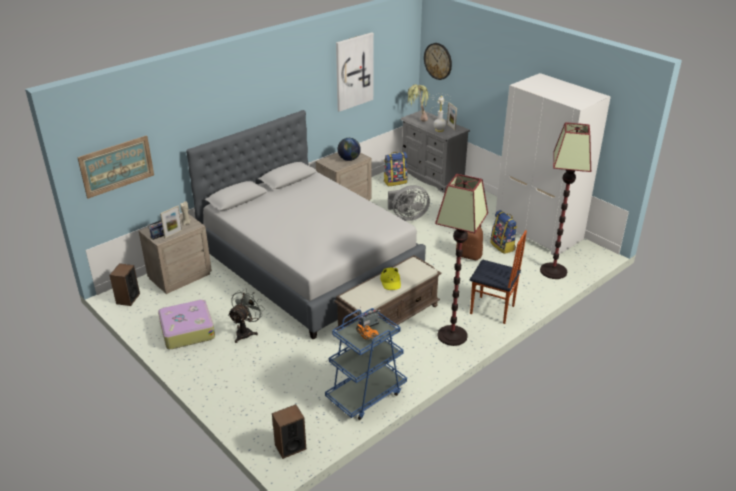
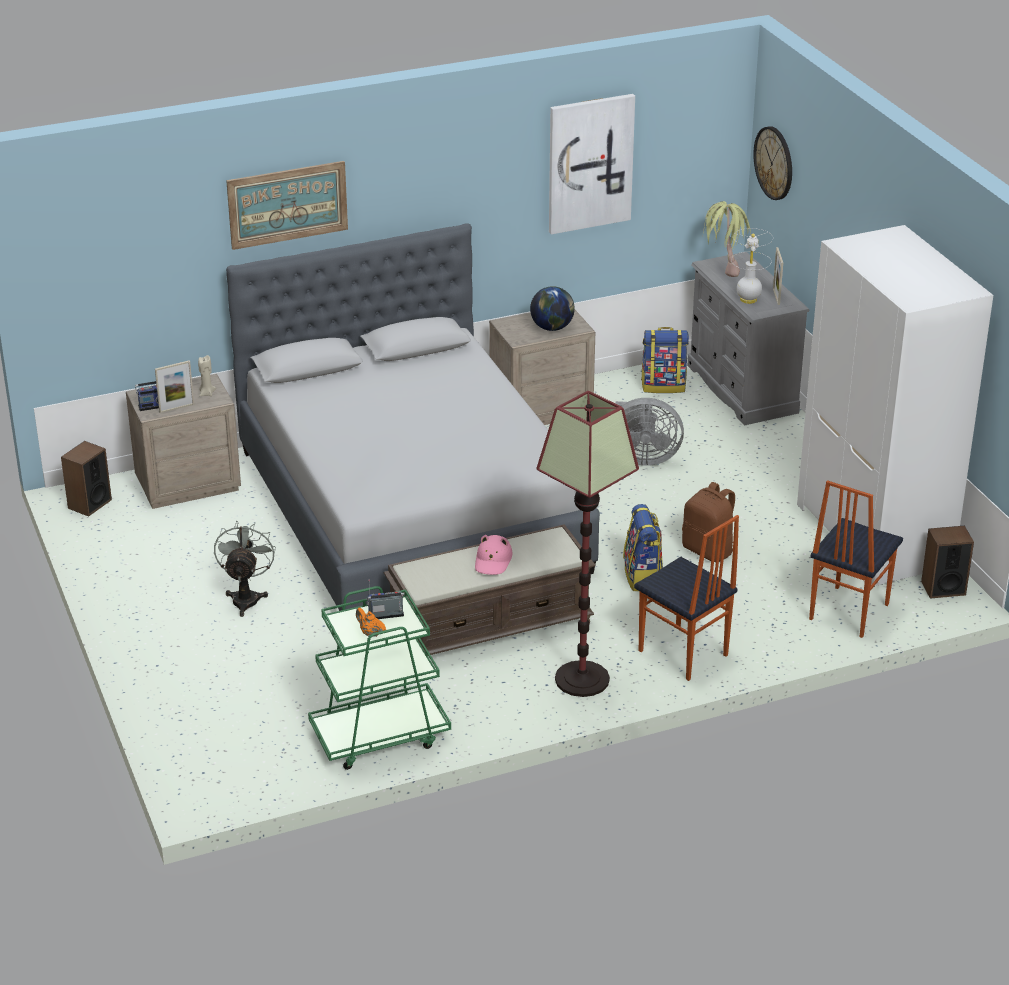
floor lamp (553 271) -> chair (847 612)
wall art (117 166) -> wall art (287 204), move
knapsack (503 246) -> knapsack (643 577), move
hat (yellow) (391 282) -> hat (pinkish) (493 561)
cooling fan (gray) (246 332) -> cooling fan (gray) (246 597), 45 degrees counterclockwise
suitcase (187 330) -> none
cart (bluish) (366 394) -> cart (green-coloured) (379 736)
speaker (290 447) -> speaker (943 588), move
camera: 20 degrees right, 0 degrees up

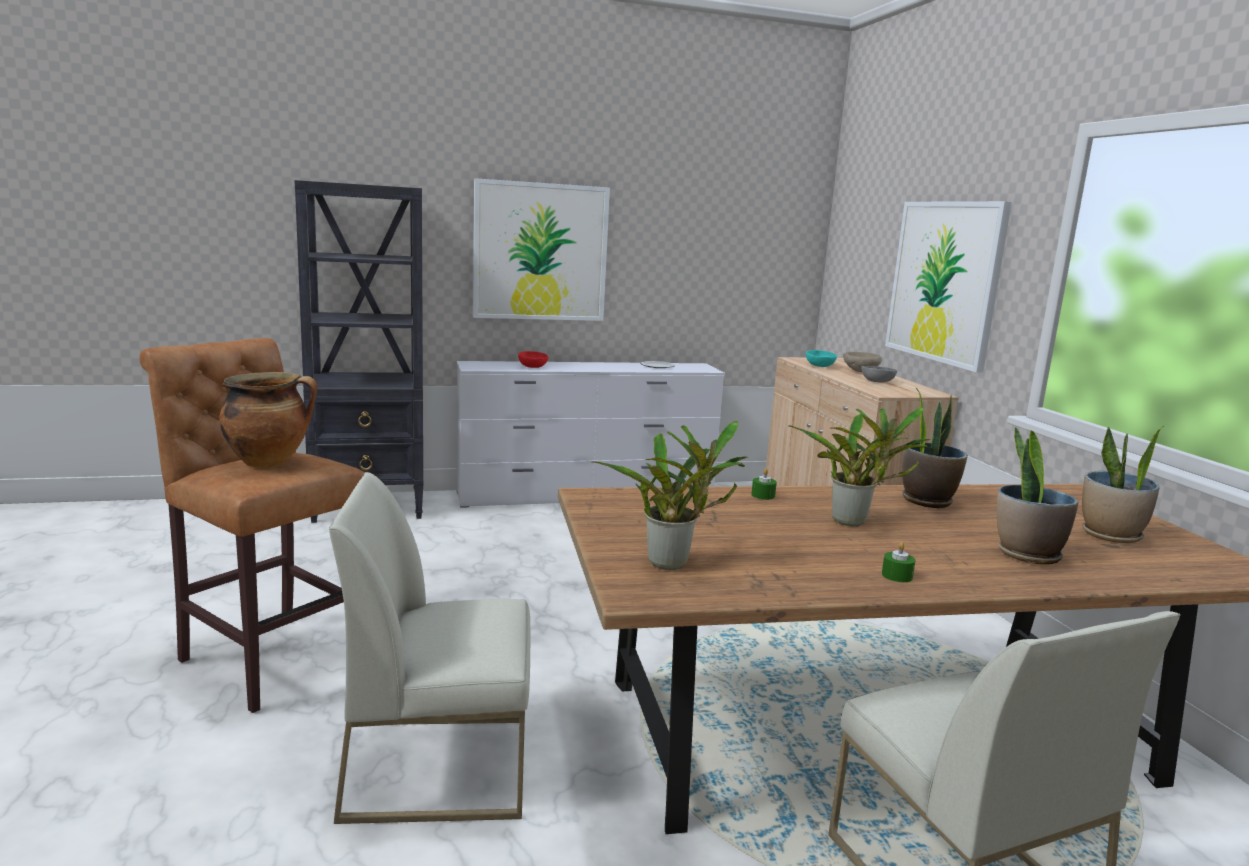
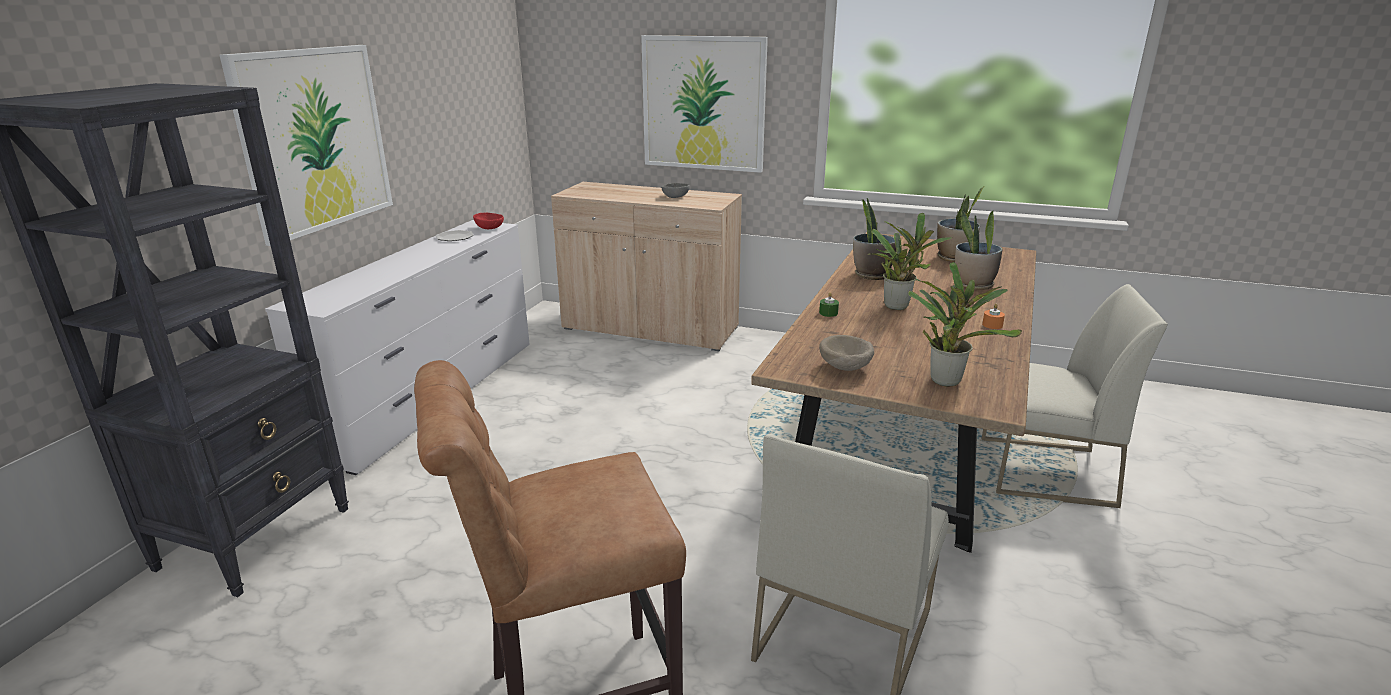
bowl (blue-green) (820 366) -> none
bowl (red-coloured) (533 367) -> bowl (red-coloured) (490 228), move
bowl (sand-coloured) (860 372) -> bowl (sand-coloured) (844 368), move
saucepot (270 462) -> none
wax light (green-coloured) (897 576) -> wax light (orange) (992 325)
camera: 55 degrees left, 10 degrees up

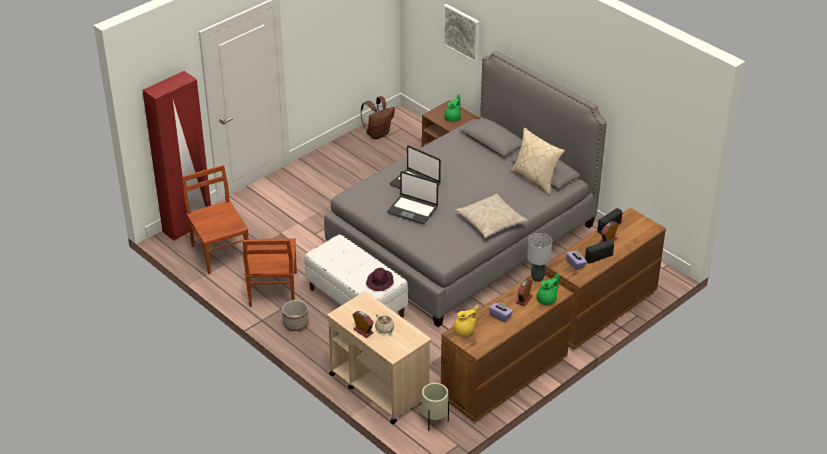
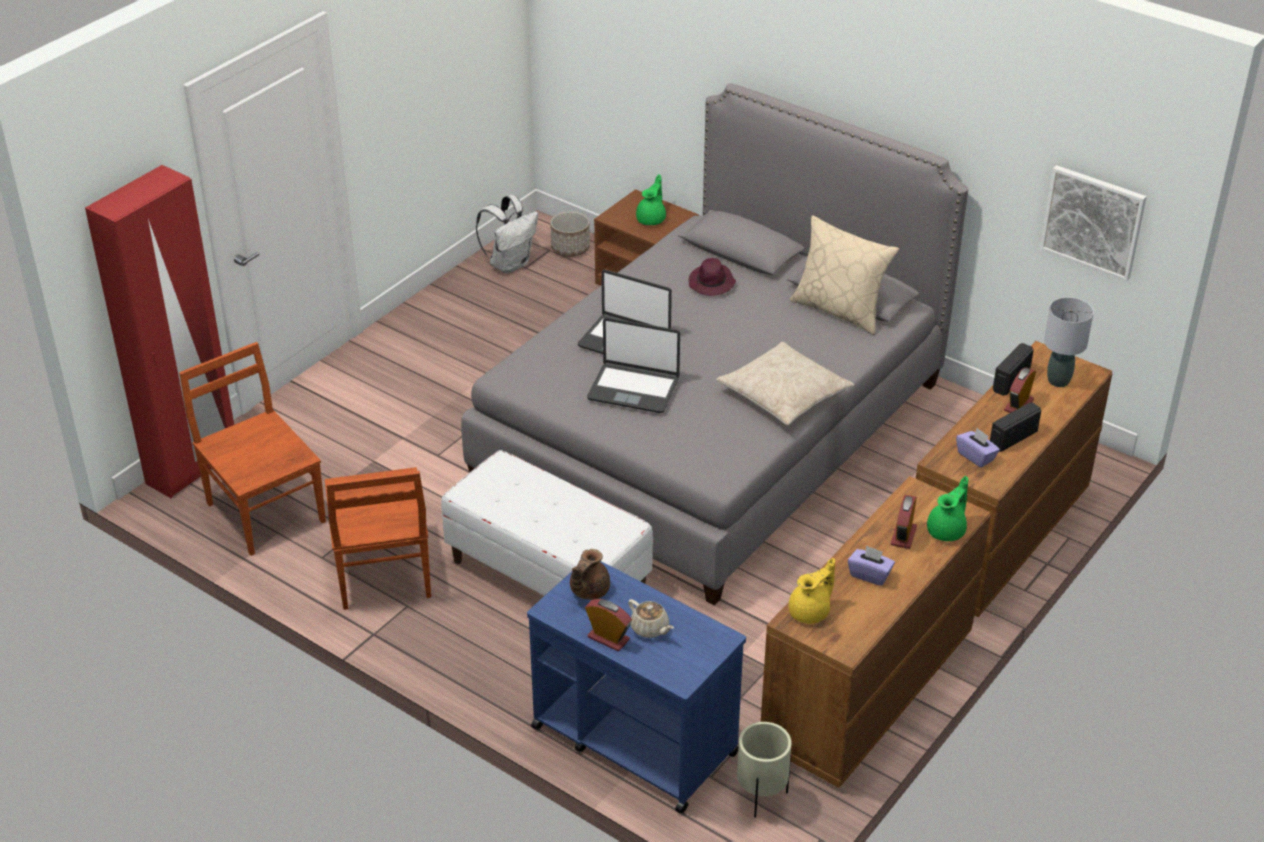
wall art (462 32) -> wall art (1093 221), move
knapsack (brown-coloured) (378 134) -> knapsack (whitish) (510 264)
tabletop lamp (gray) (537 278) -> tabletop lamp (gray) (1058 381), move
hat (purple-coloured) (380 282) -> hat (purple-coloured) (712 283), move
cart (sand-coloured) (378 386) -> cart (bluish) (633 739)
flower pot (295 324) -> flower pot (570 248), move
none -> pot for tea (brown-coloured) (588 591)
camera: 10 degrees left, 0 degrees up

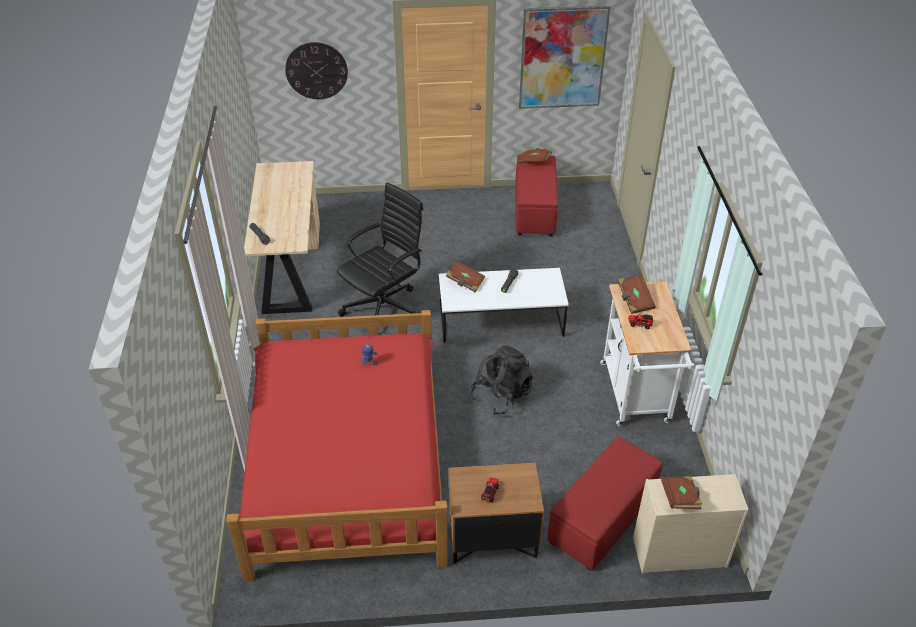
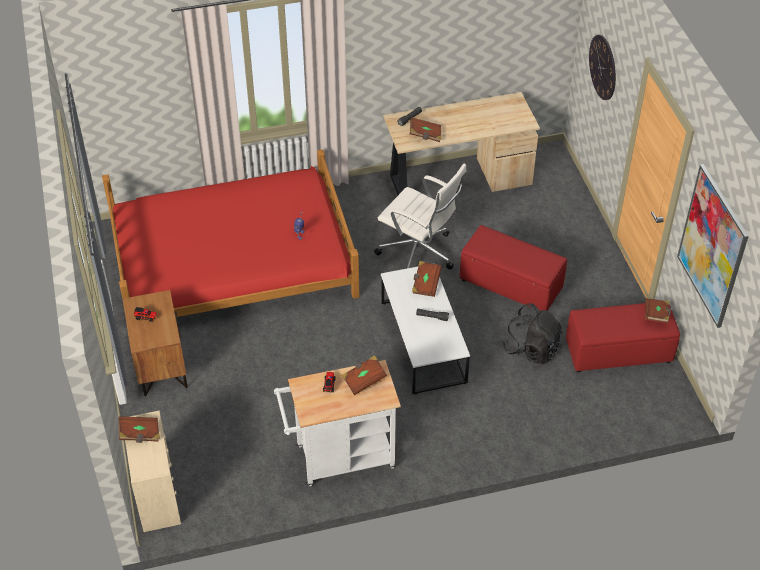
computer chair (black) (384 308) -> computer chair (whitish) (419 254)
knapsack (black) (501 395) -> knapsack (black) (532 349), move
pouffe (red-coloured) (601 519) -> pouffe (red-coloured) (510 284), move
none -> volume (brown-coloured) (425 135)
camera: 80 degrees right, 5 degrees up

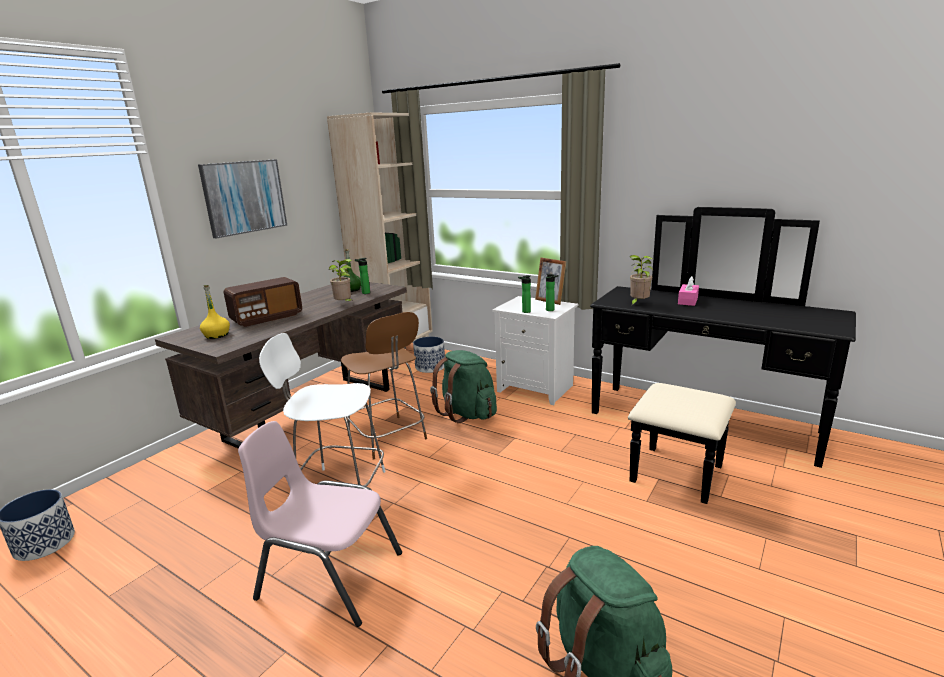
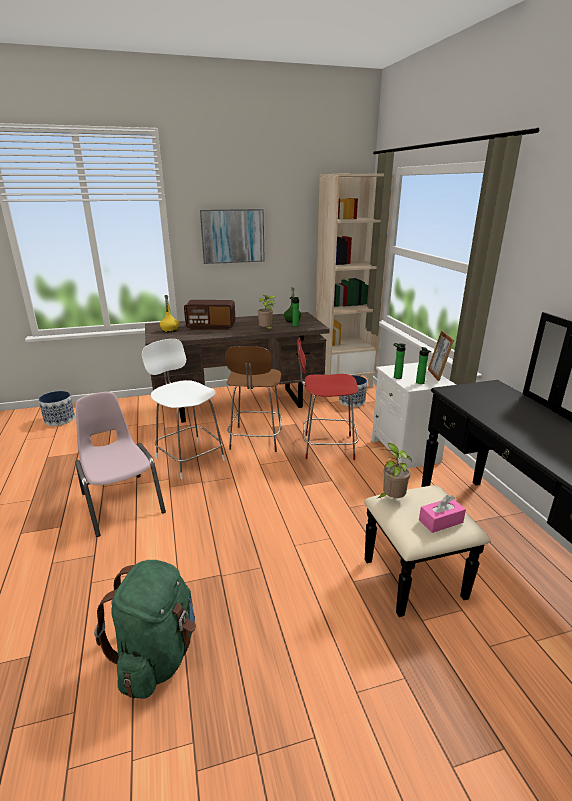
potted plant (638 304) -> potted plant (391 499), move
tissue box (pinkish) (687 301) -> tissue box (pinkish) (440 521), move
knapsack (green-coloured) (467 413) -> chair (red-coloured) (326 447)
camera: 40 degrees right, 5 degrees up

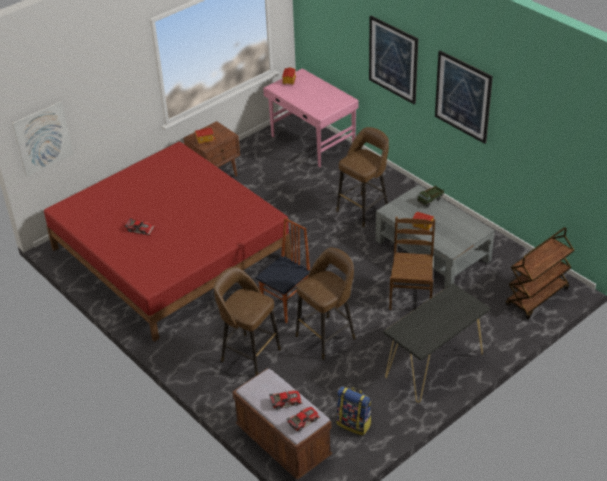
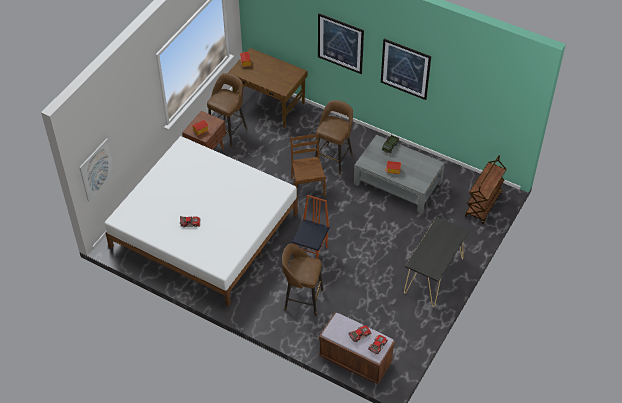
desk table (pinkish) (312 142) -> desk table (brown-coloured) (269 105)
sleeping bed (red-coloured) (171 253) -> sleeping bed (whitish) (205 230)
chair (brown-coloured) (411 295) -> chair (brown-coloured) (307 186), move
stool seat (brown-coloured) (327 336) -> stool seat (brown-coloured) (228 131), move
knapsack (354 423) -> none
camera: 20 degrees left, 10 degrees up

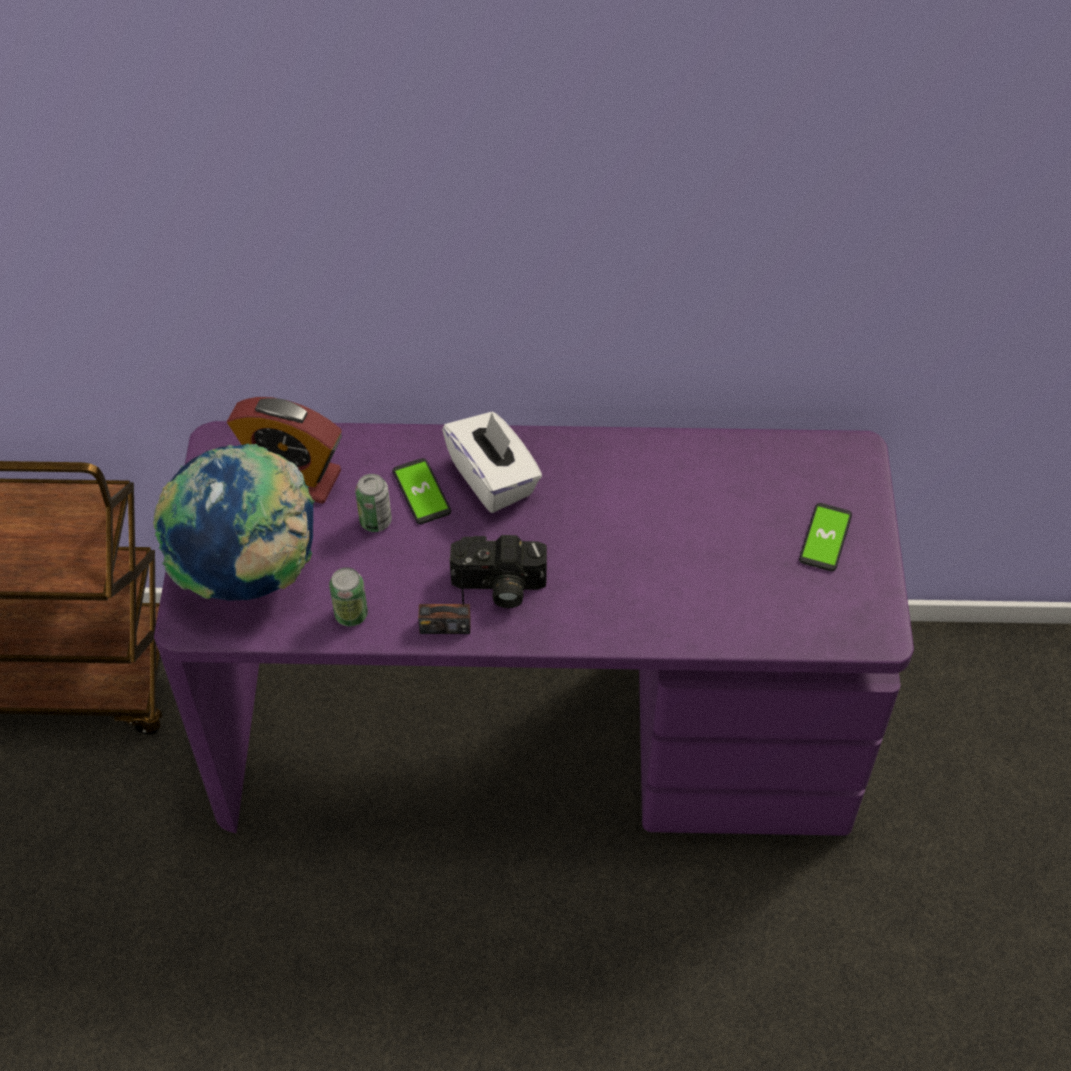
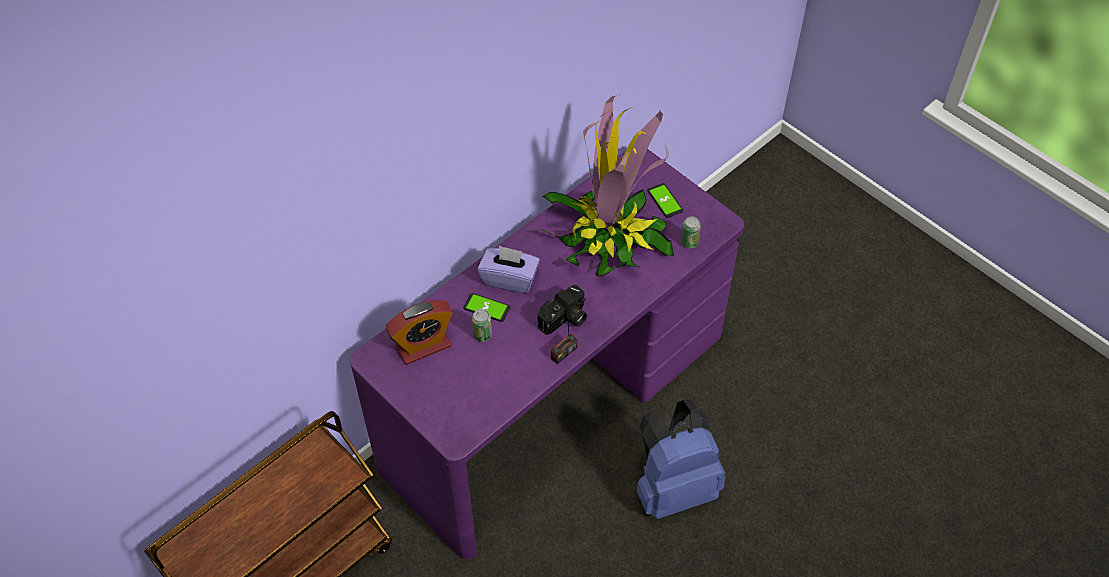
tissue box (whitish) (493 478) -> tissue box (purple-coloured) (509 279)
world globe (249 572) -> none
sealed can (351 614) -> sealed can (689 242), move
none -> potted plant (608 237)
none -> knapsack (bluish) (673 488)
camera: 45 degrees left, 0 degrees up

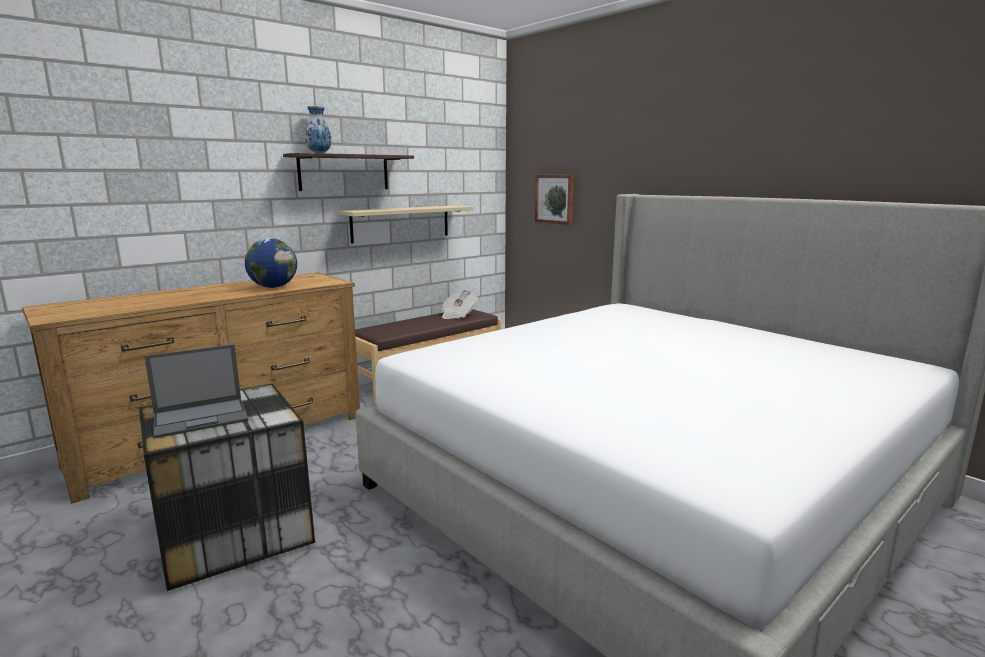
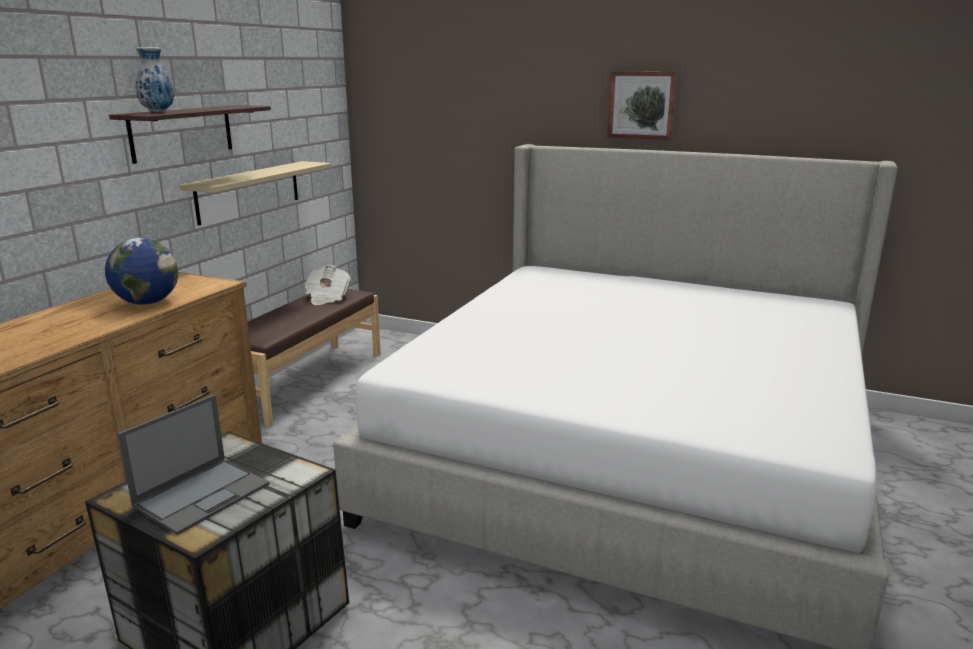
wall art (555 199) -> wall art (642 105), move
camera: 25 degrees left, 5 degrees up

